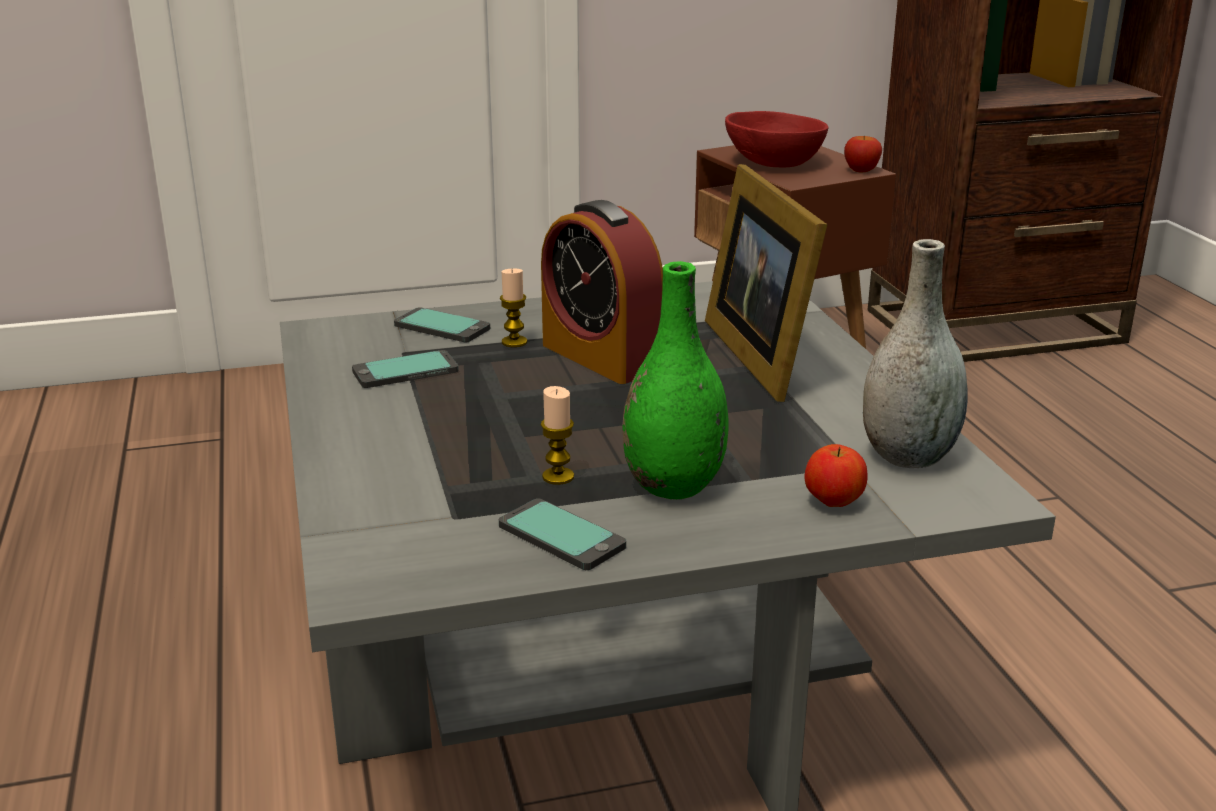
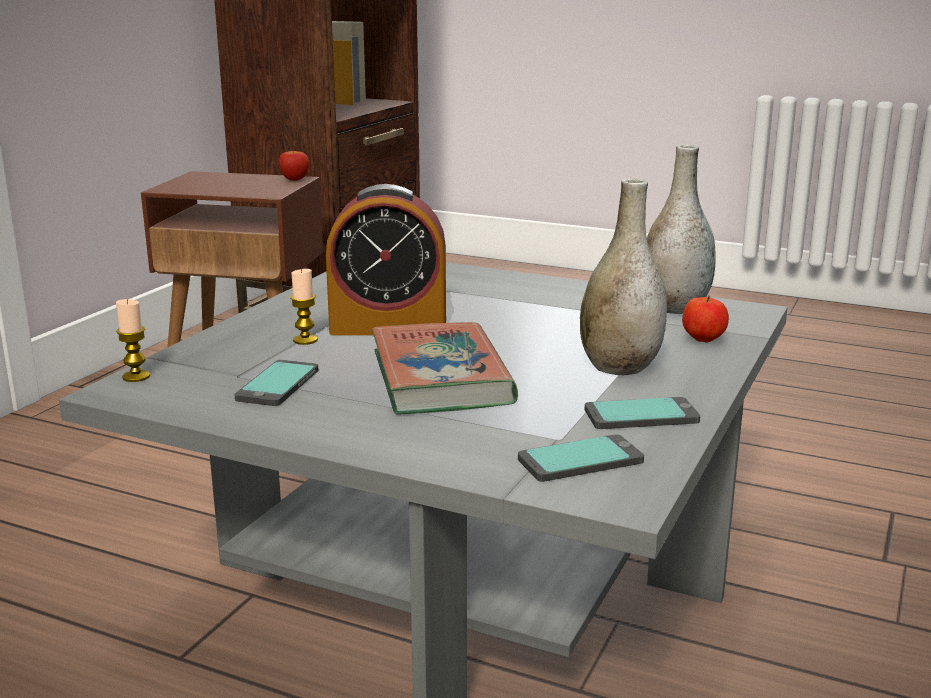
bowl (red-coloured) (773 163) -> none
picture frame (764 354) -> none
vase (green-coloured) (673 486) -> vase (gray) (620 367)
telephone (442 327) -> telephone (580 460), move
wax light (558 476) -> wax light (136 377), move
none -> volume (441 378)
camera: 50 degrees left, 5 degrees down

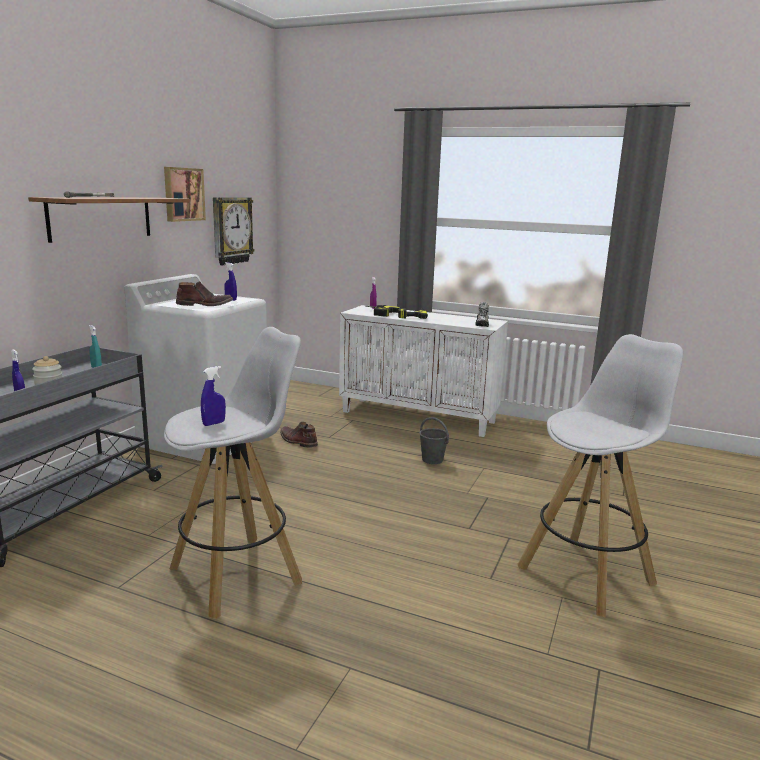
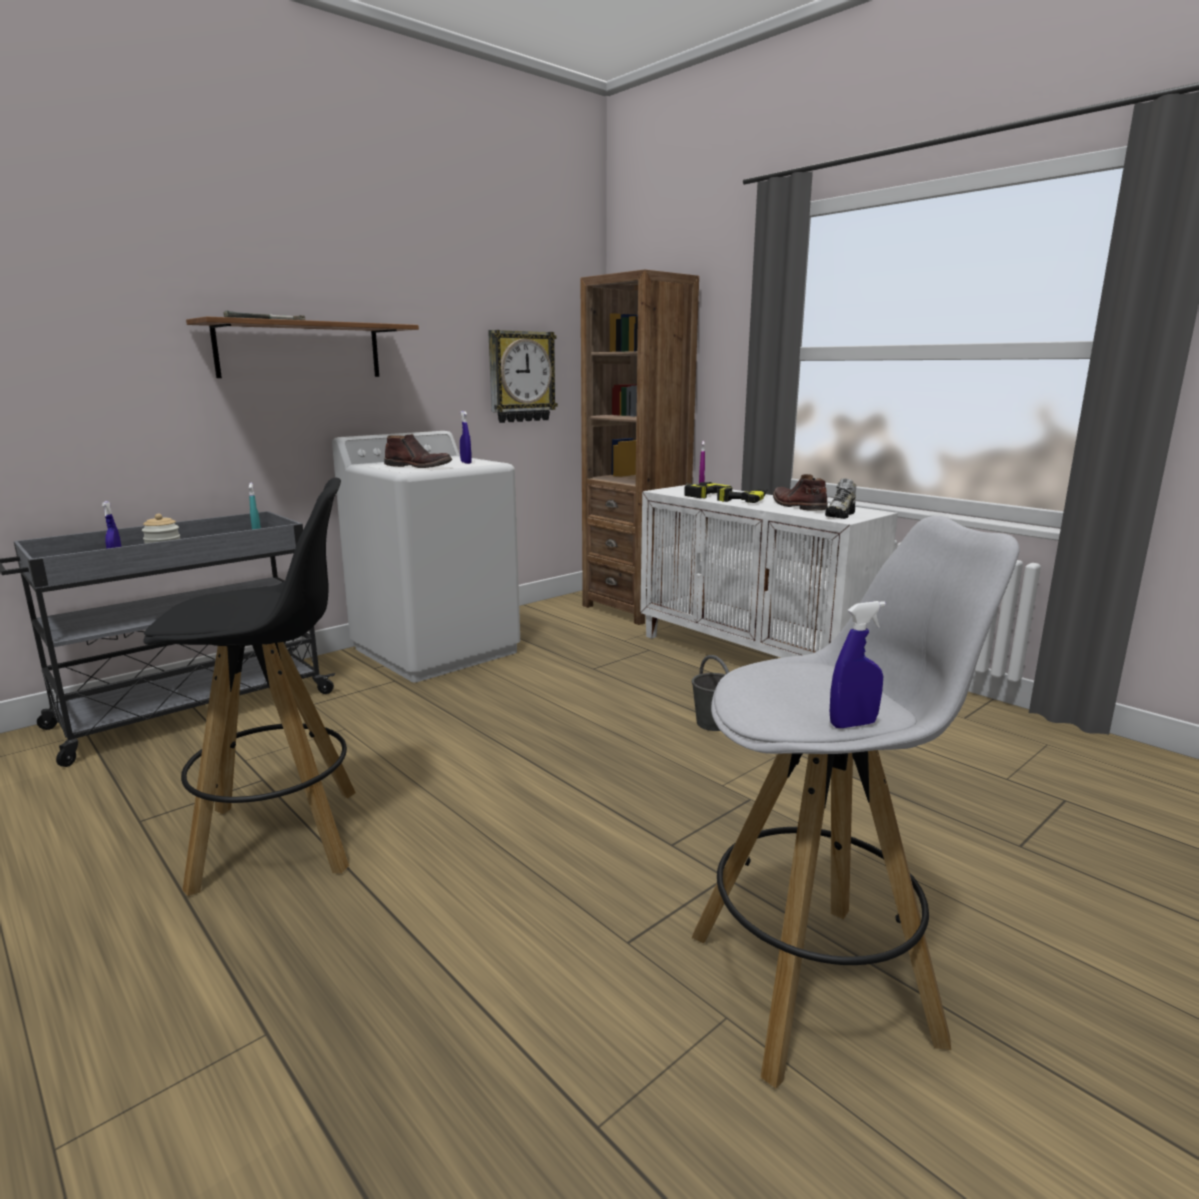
wall art (183 194) -> none
stool seat (whitish) (238 574) -> stool seat (black) (283 838)
hand sprayer (bluish) (214 423) -> hand sprayer (bluish) (853 724), move
high-top boot (brown-coloured) (297 441) -> high-top boot (brown-coloured) (797 506), move
none -> bookcase (brown-coloured) (635 608)
camera: 25 degrees right, 0 degrees up

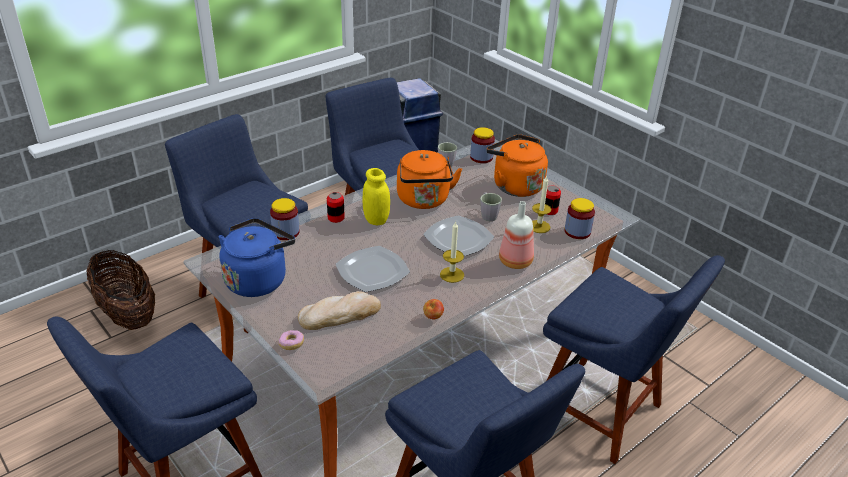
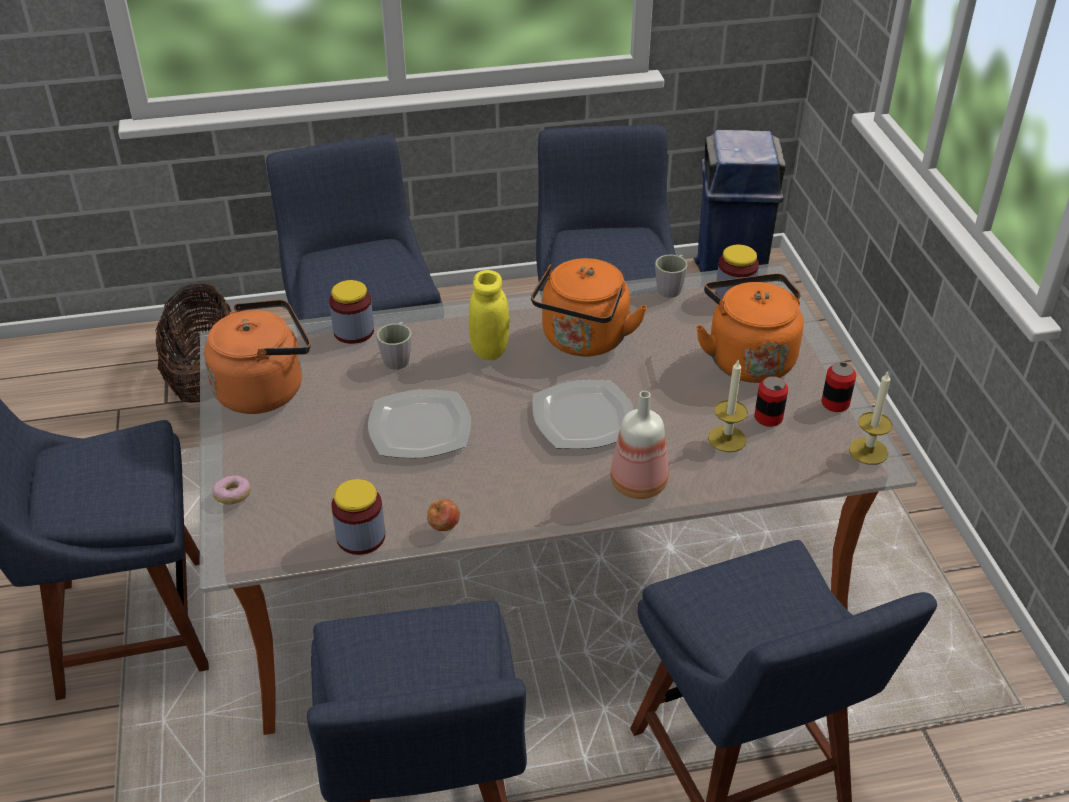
sealed can (336 218) -> sealed can (835 403), move
tea mug (gray) (487 214) -> tea mug (gray) (398 357), move
storage jar (577 231) -> storage jar (361 537), move
water kettle (bluish) (258 279) -> water kettle (orange) (265 389)
wax light (452 275) -> wax light (868 451), move
baked bread (340 314) -> none
camera: 30 degrees right, 5 degrees up

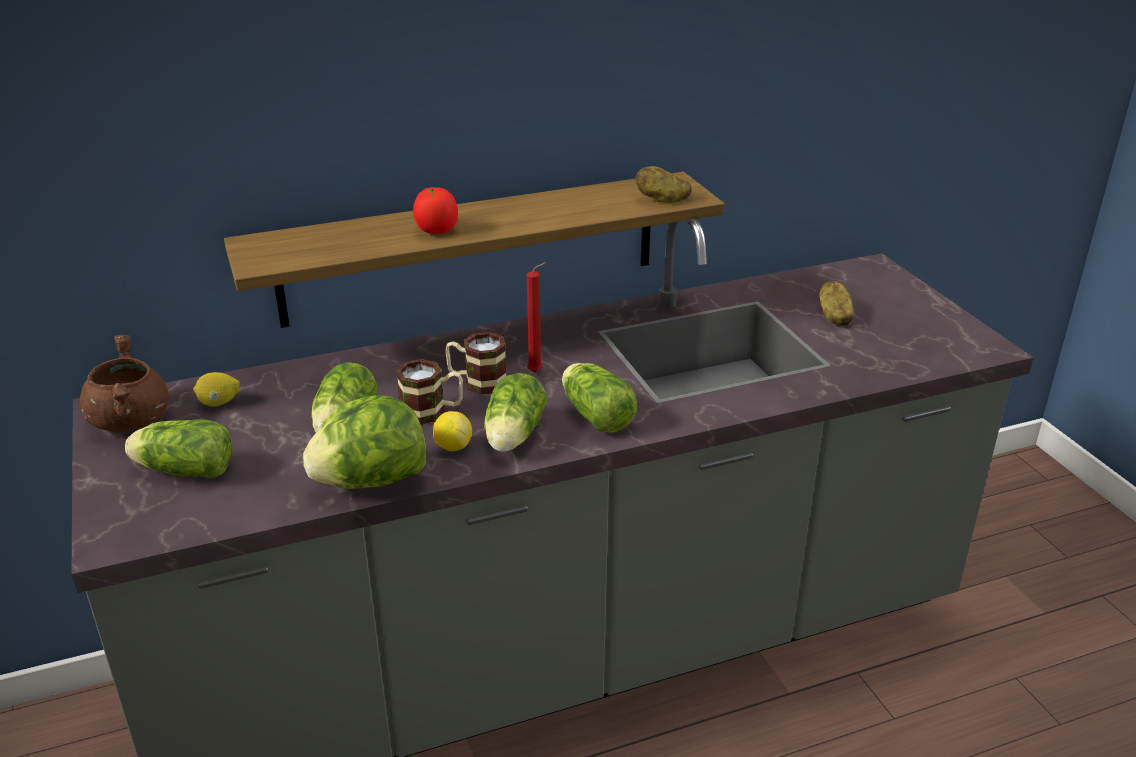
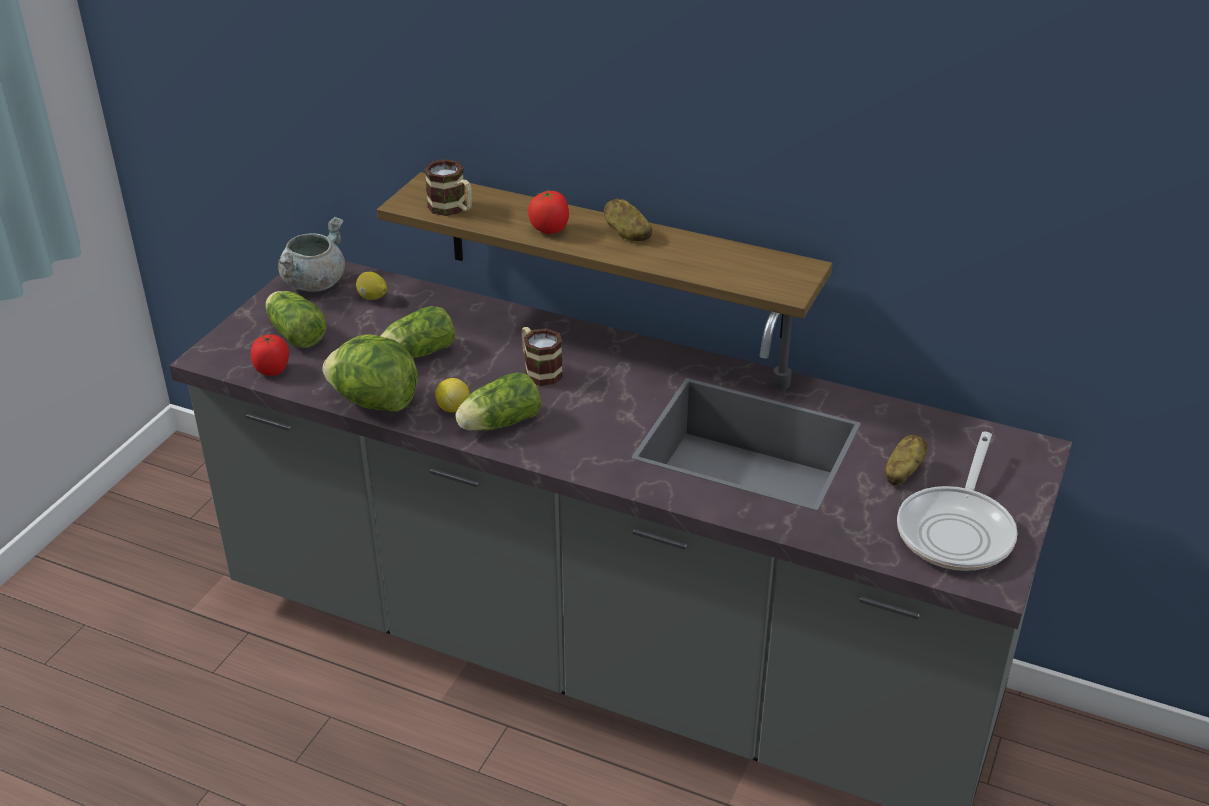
whole potato (662 200) -> whole potato (626 234), move
wax light (red-coloured) (537 372) -> none
saucepot (brown-coloured) (130 420) -> saucepot (gray) (314 283)
tea mug (432 412) -> tea mug (452 209), move
lettuce (594 414) -> none
none -> fresh tomato (273 370)
none -> pan (957 529)
camera: 45 degrees right, 5 degrees up

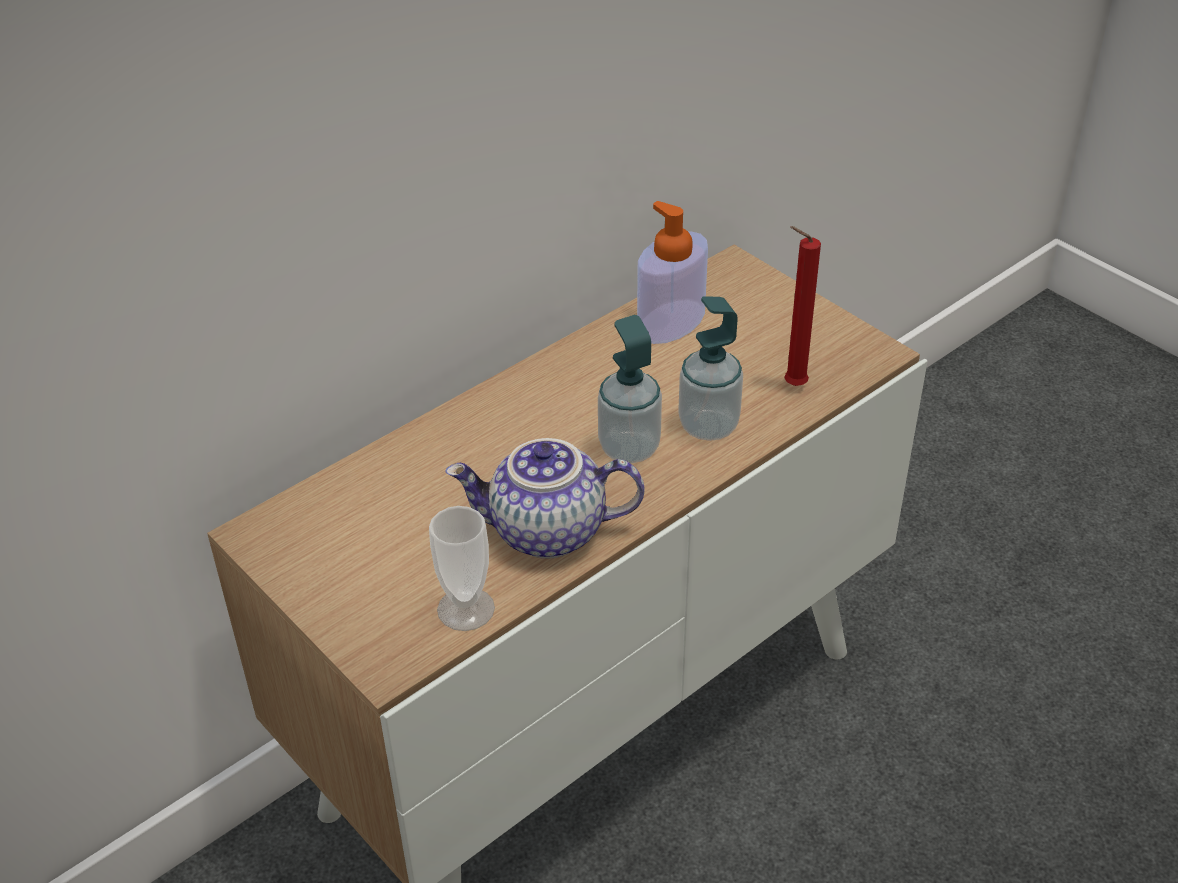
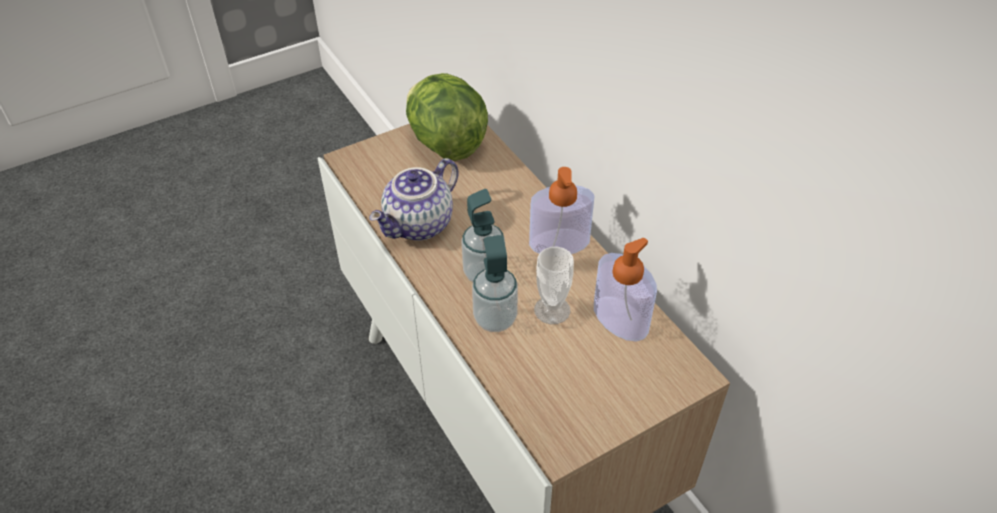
wax light (red-coloured) (791 385) -> none
pot for tea (546 533) -> pot for tea (419 225), 150 degrees counterclockwise
drinking cup (466 609) -> drinking cup (552 310), move
none -> lettuce (445 143)
none -> soap dispenser (559 243)
camera: 100 degrees right, 5 degrees up

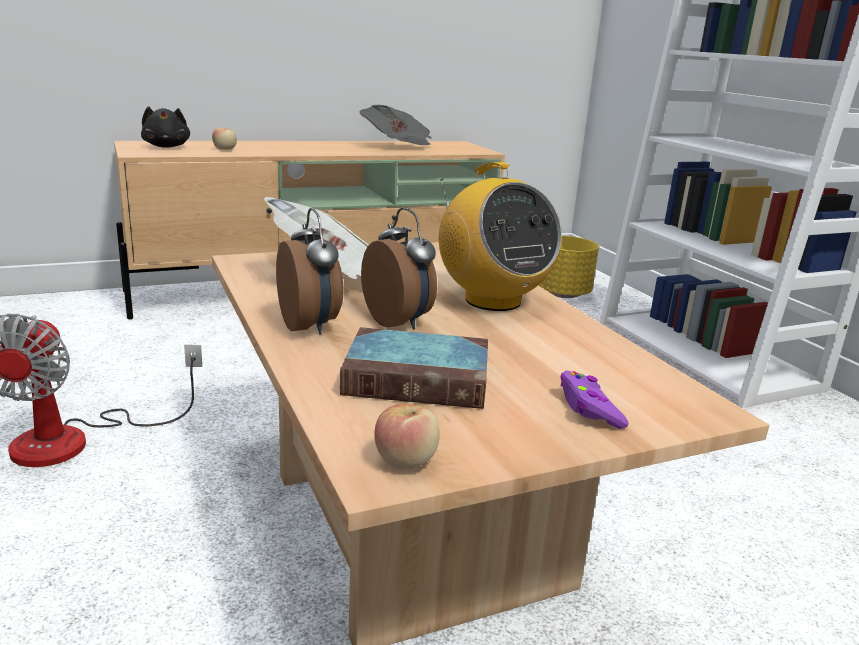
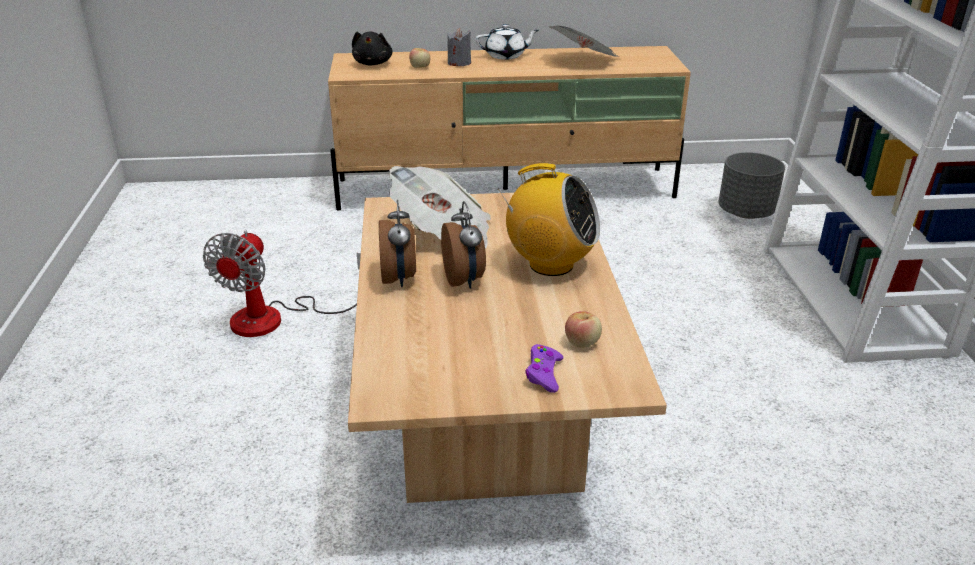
radio (492 300) -> radio (550 264), 60 degrees counterclockwise
flower pot (yellow) (562 294) -> flower pot (gray) (745 212)
volume (420 379) -> none
whole apple (405 461) -> whole apple (582 342), move
none -> pot for tea (whitish) (506 56)
none -> wax light (gray) (459 63)
camera: 20 degrees right, 10 degrees up

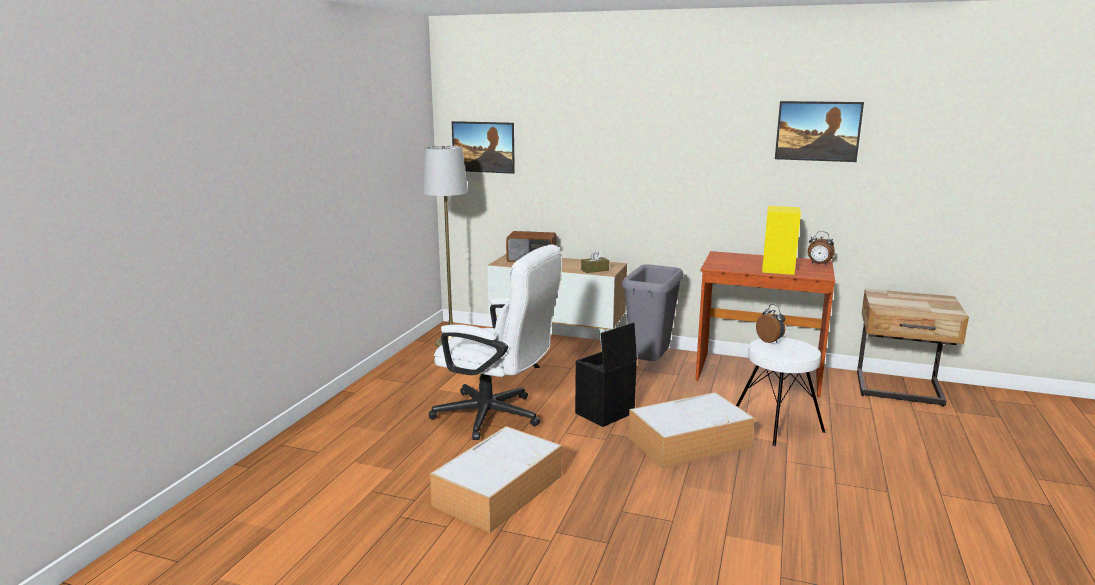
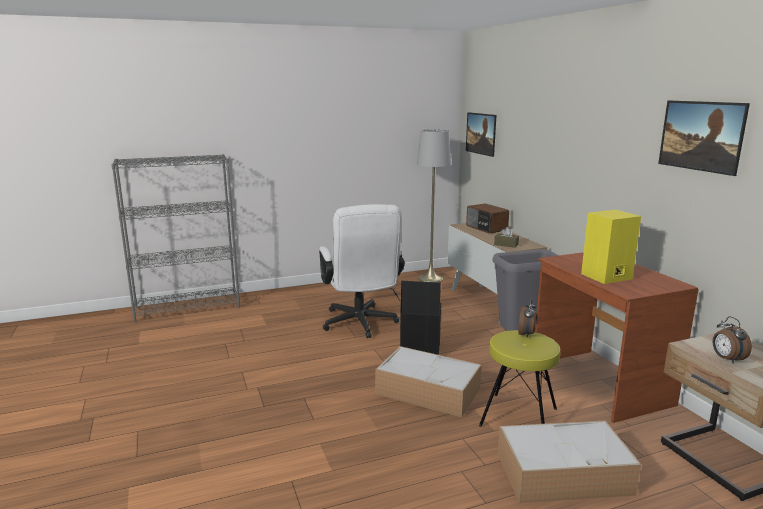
alarm clock (819 264) -> alarm clock (726 359), move
stool seat (whitish) (775 424) -> stool seat (yellow) (518 416)
storage box (499 489) -> storage box (564 473), move
none -> bookcase (gray) (188 307)
camera: 50 degrees right, 0 degrees up

